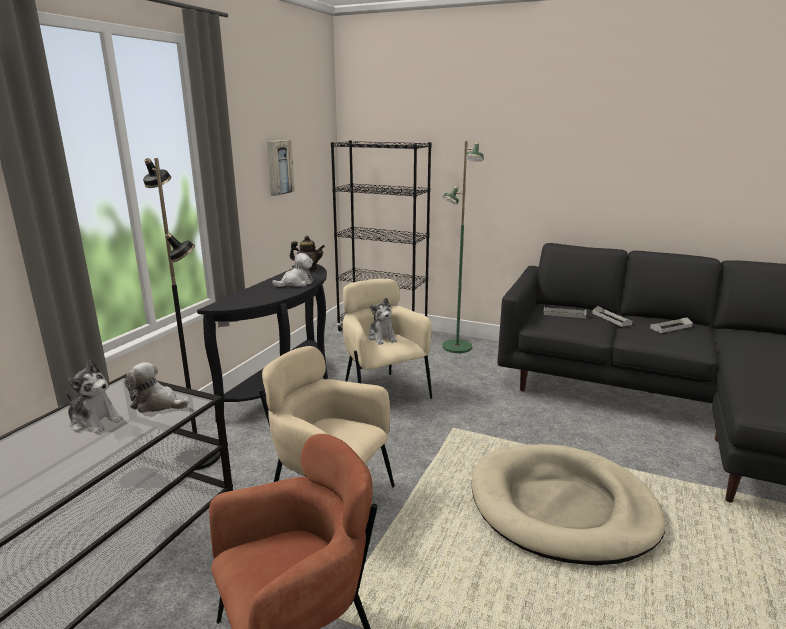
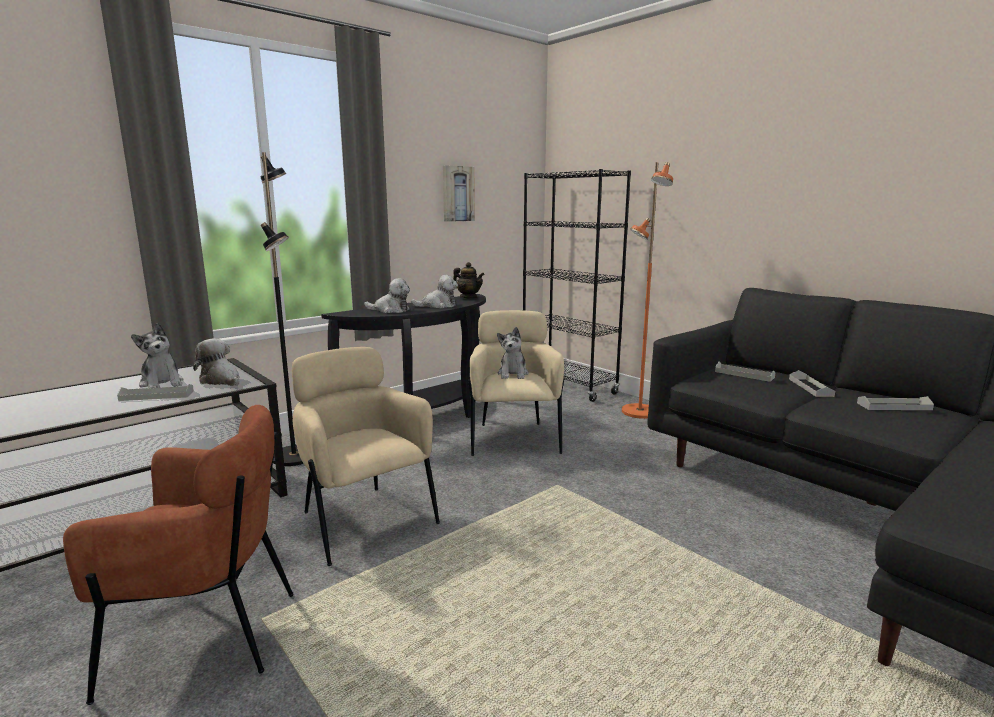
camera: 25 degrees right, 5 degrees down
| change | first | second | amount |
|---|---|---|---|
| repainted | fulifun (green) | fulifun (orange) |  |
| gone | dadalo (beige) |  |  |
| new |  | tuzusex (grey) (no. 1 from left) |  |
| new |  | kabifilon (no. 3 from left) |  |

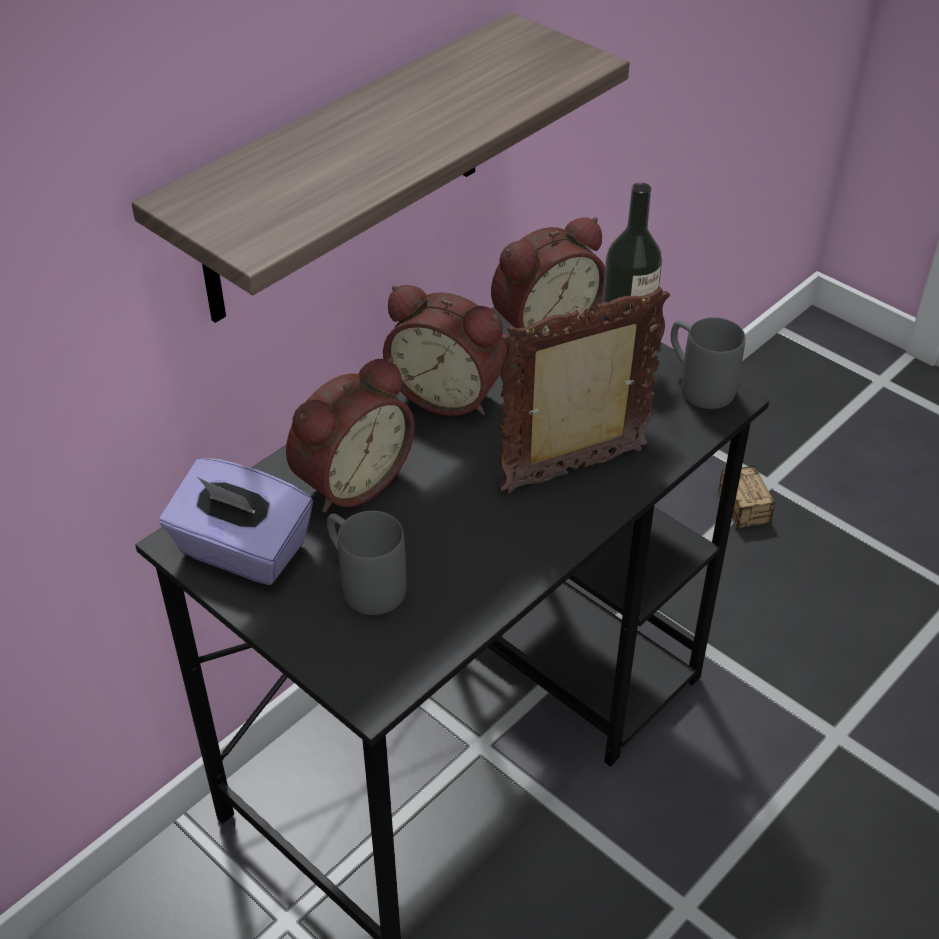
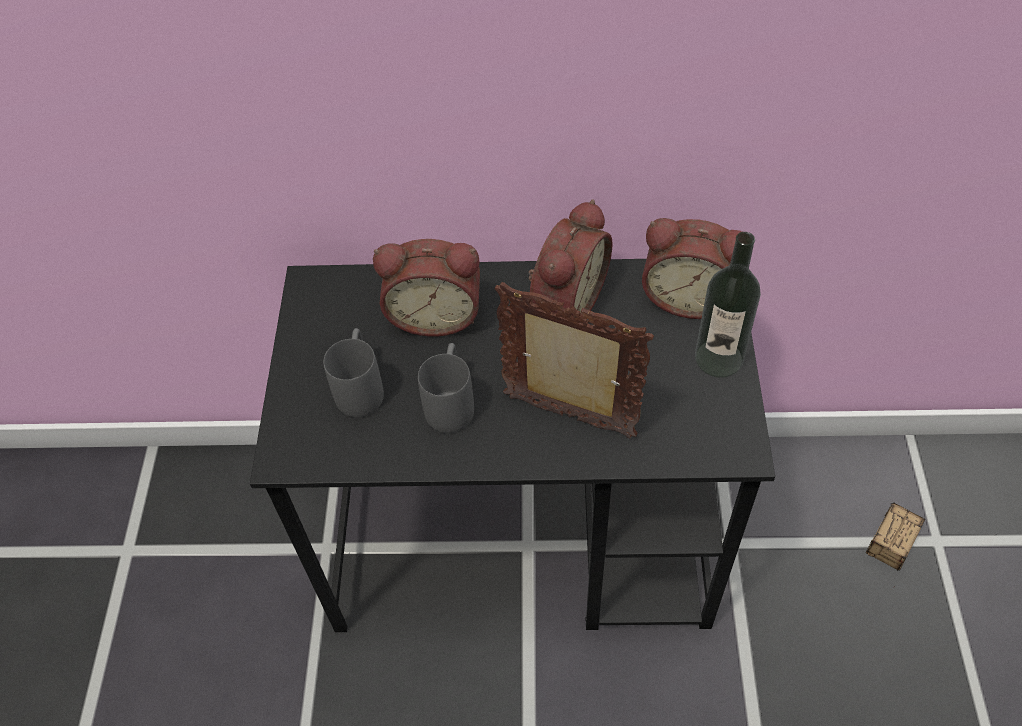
camera: 50 degrees right, 10 degrees up
| change | first | second | amount |
|---|---|---|---|
| gone | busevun |  |  |
| gone | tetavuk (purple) |  |  |
| rotated | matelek (no. 2 from left) |  | 135 degrees counterclockwise |
| shifted | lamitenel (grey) (no. 2 from left) |  |  |

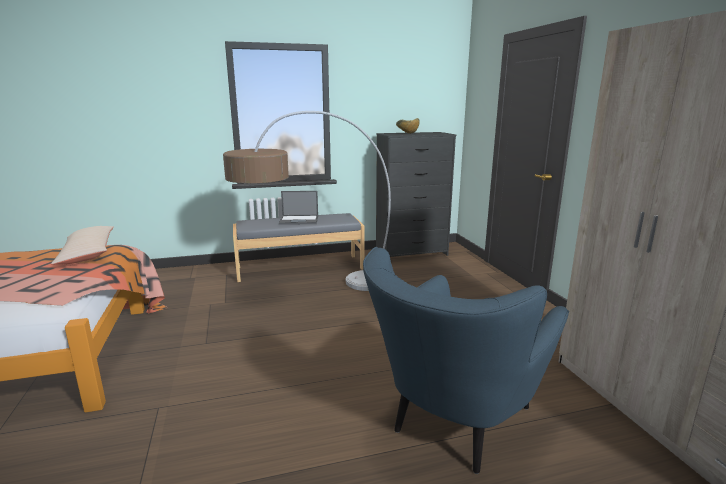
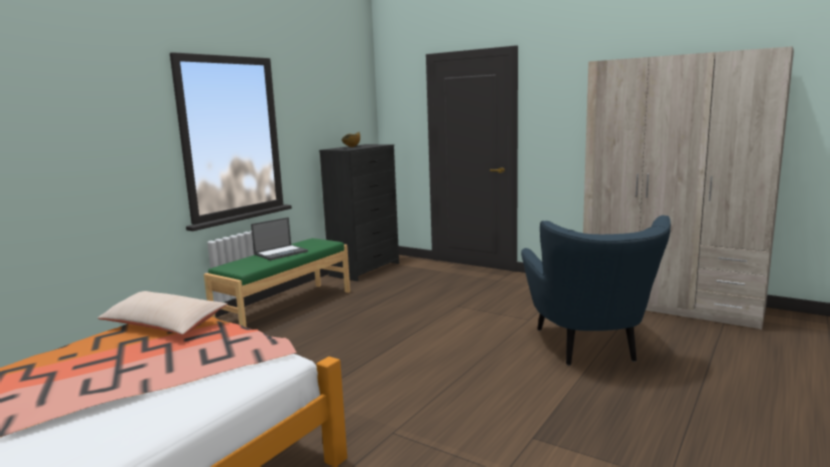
camera: 40 degrees left, 5 degrees down
| change | first | second | amount |
|---|---|---|---|
| gone | fulifun |  |  |
| repainted | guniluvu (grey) | guniluvu (green) |  |

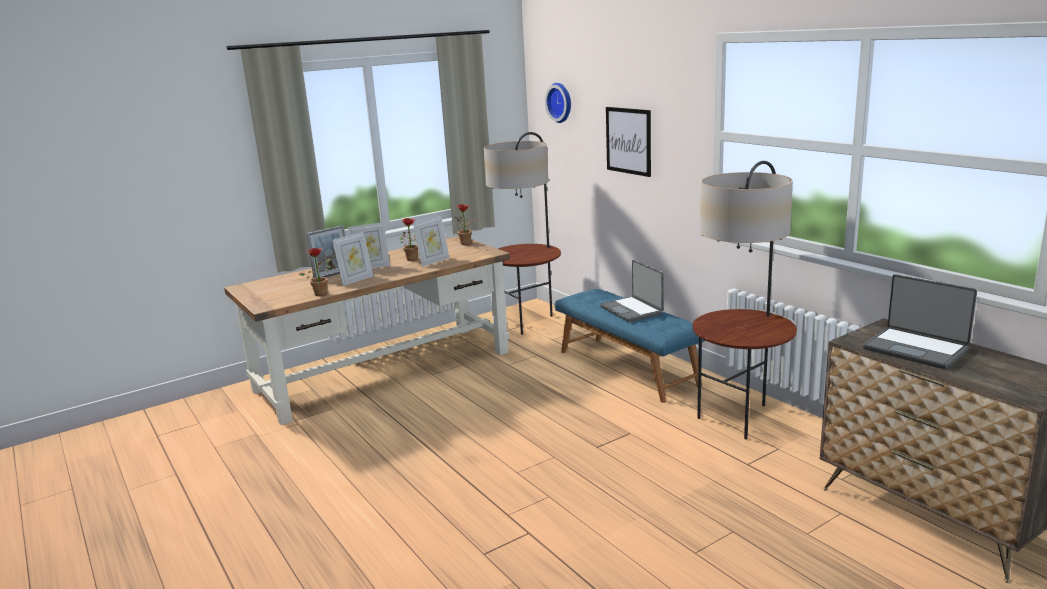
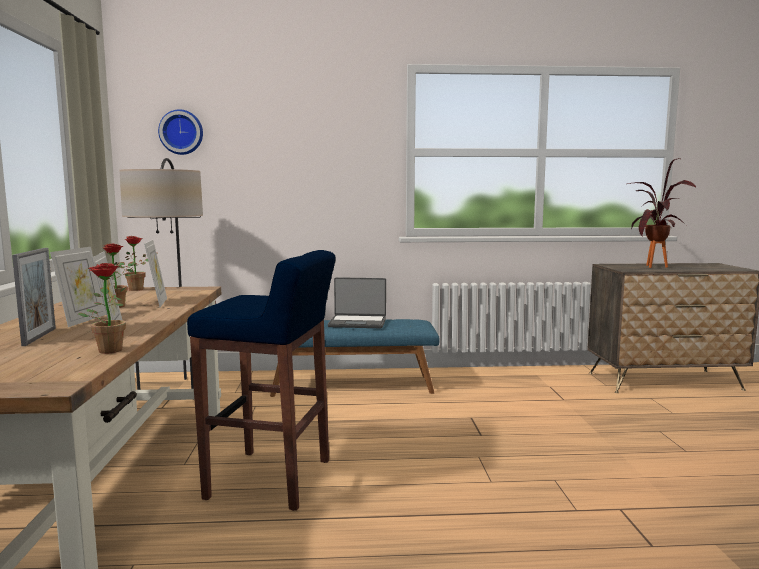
camera: 60 degrees left, 10 degrees down
| change | first | second | amount |
|---|---|---|---|
| gone | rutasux |  |  |
| gone | fulifun (no. 2 from left) |  |  |
| swapped | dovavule (no. 2 from left) | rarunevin (no. 4 from left) |  |
| new |  | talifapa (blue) |  |

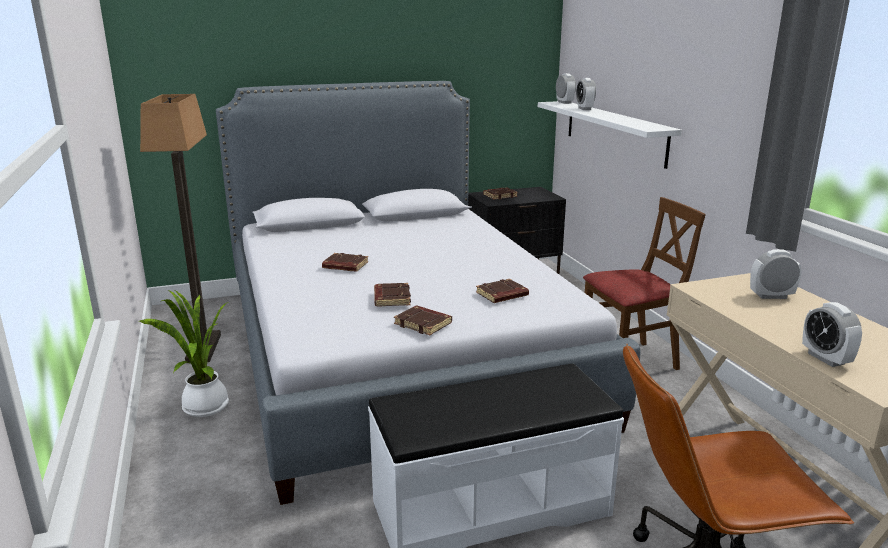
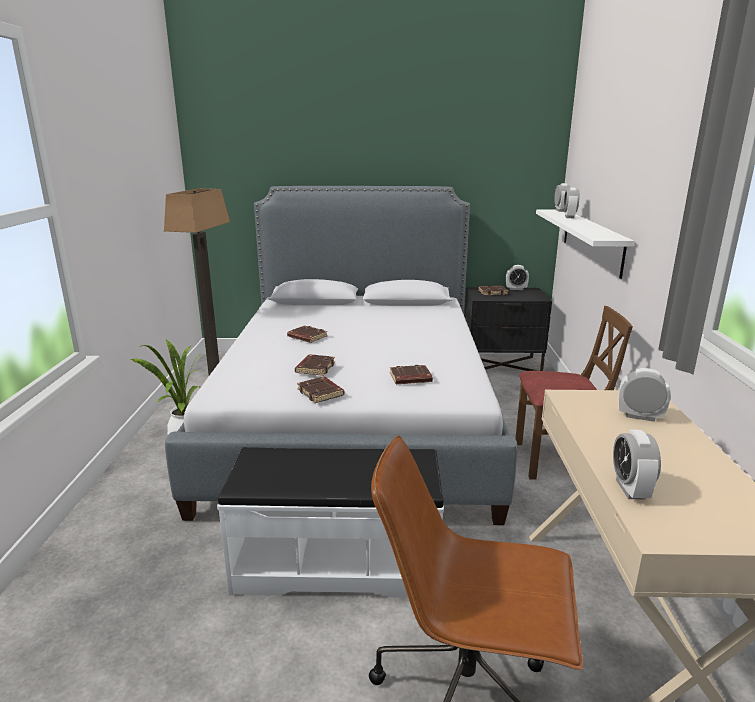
camera: 20 degrees right, 0 degrees up
| change | first | second | amount |
|---|---|---|---|
| new |  | matelek (no. 1 from left) |  |

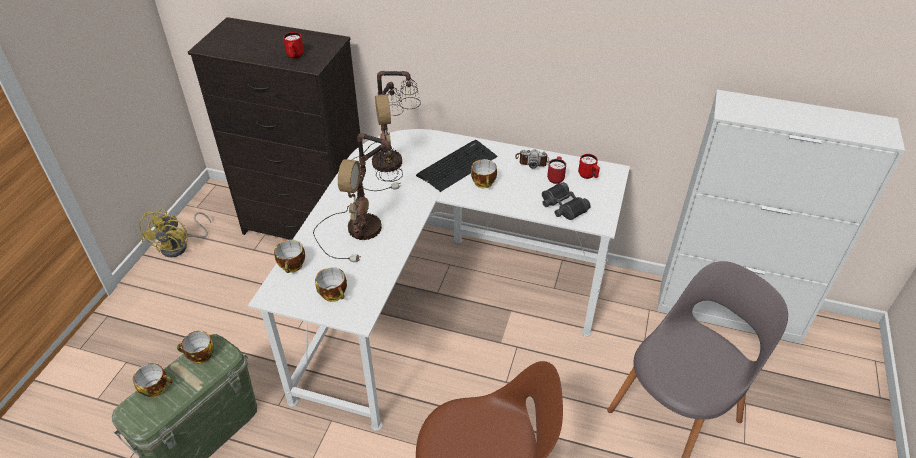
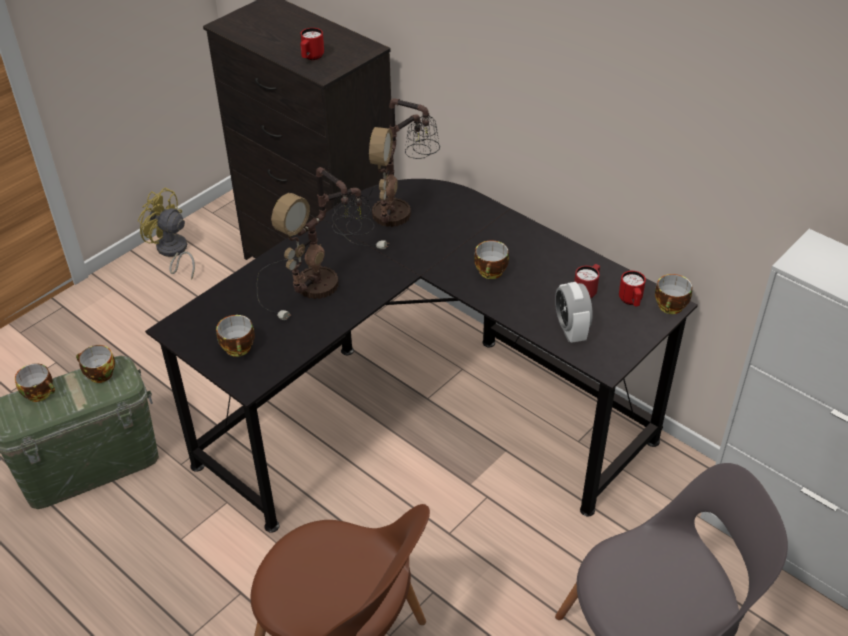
camera: 25 degrees right, 0 degrees up
| change | first | second | amount |
|---|---|---|---|
| rotated | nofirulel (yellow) |  | 90 degrees clockwise |
| repainted | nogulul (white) | nogulul (black) |  |
| shifted | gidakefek (no. 3 from left in the first image) | gidakefek (no. 5 from left) |  |
| gone | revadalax |  |  |
| gone | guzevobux |  |  |
| swapped | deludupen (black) | matelek |  |

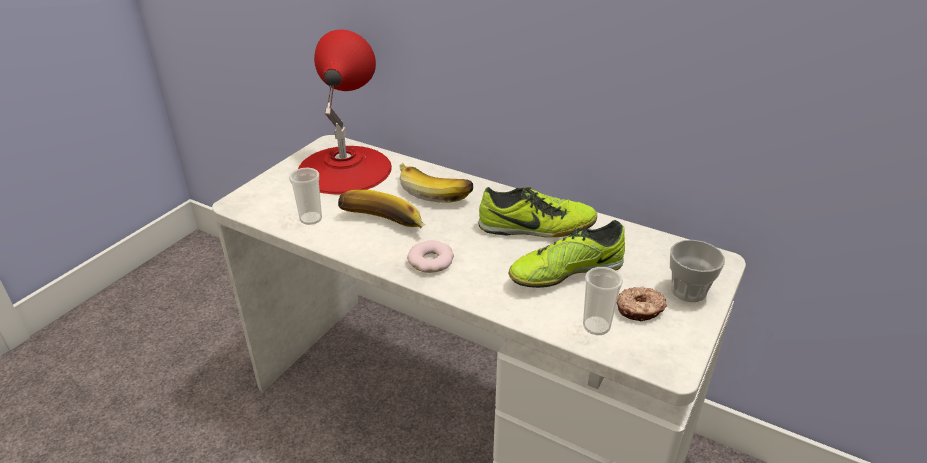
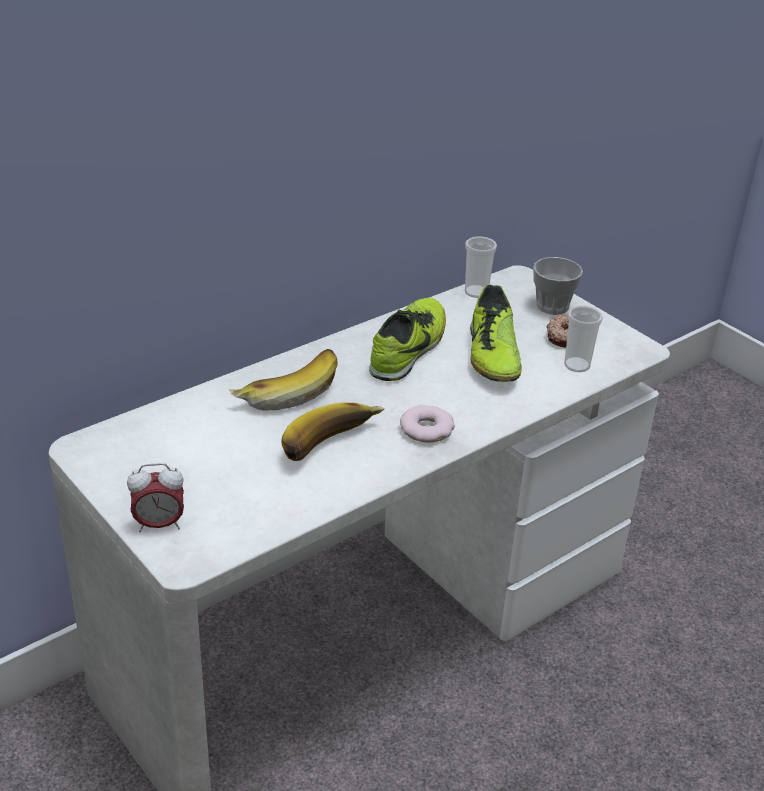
camera: 70 degrees left, 0 degrees up
| change | first | second | amount |
|---|---|---|---|
| shifted | gidakefek (no. 1 from left) |  |  |
| gone | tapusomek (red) |  |  |
| new |  | matelek |  |

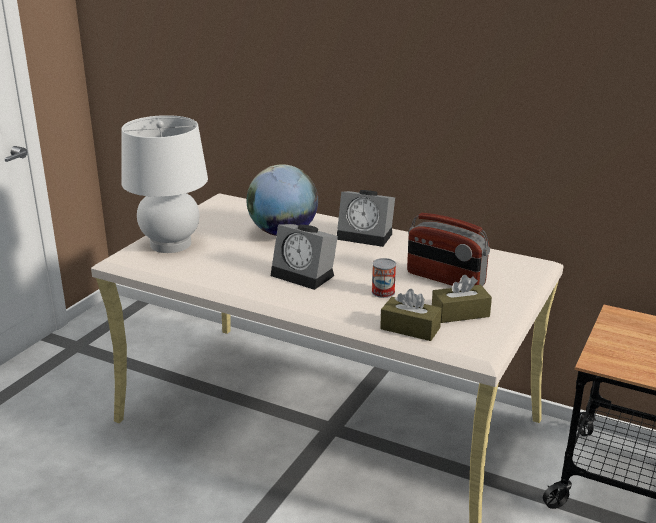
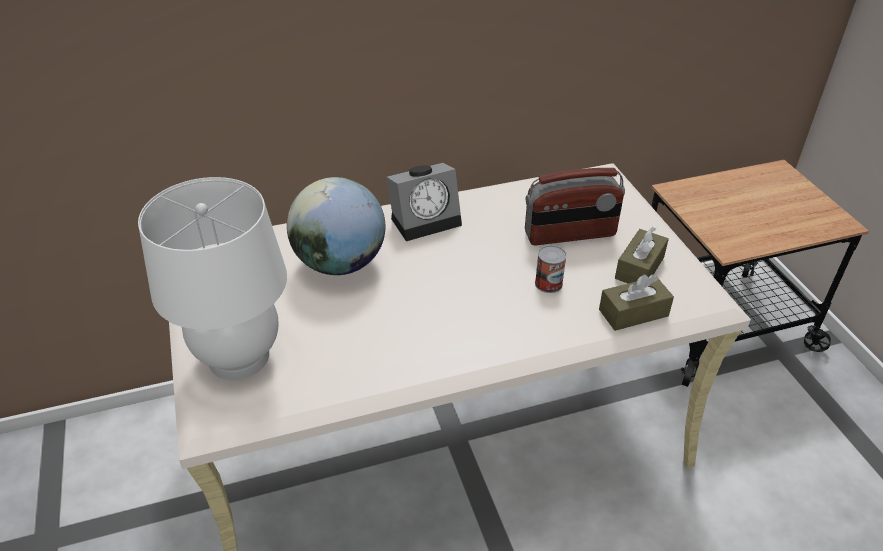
camera: 45 degrees left, 15 degrees up
| change | first | second | amount |
|---|---|---|---|
| gone | matelek (no. 1 from left) |  |  |

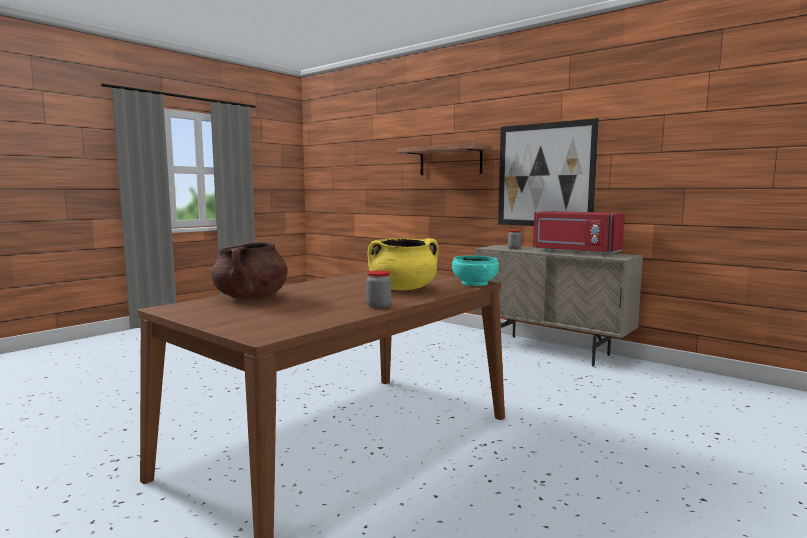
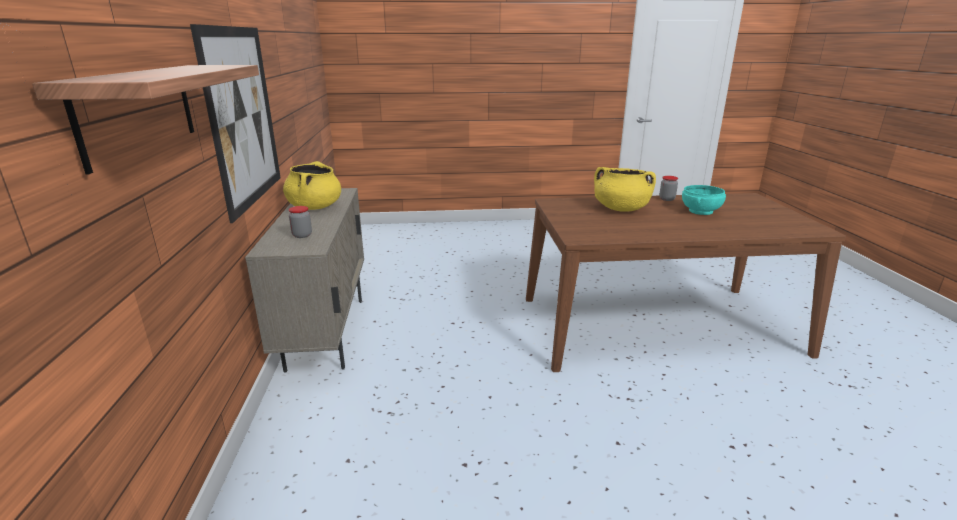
camera: 135 degrees left, 15 degrees up
| change | first | second | amount |
|---|---|---|---|
| gone | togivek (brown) |  |  |
| shifted | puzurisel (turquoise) |  |  |
| swapped | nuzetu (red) | togivek (yellow) (no. 1 from left) |  |

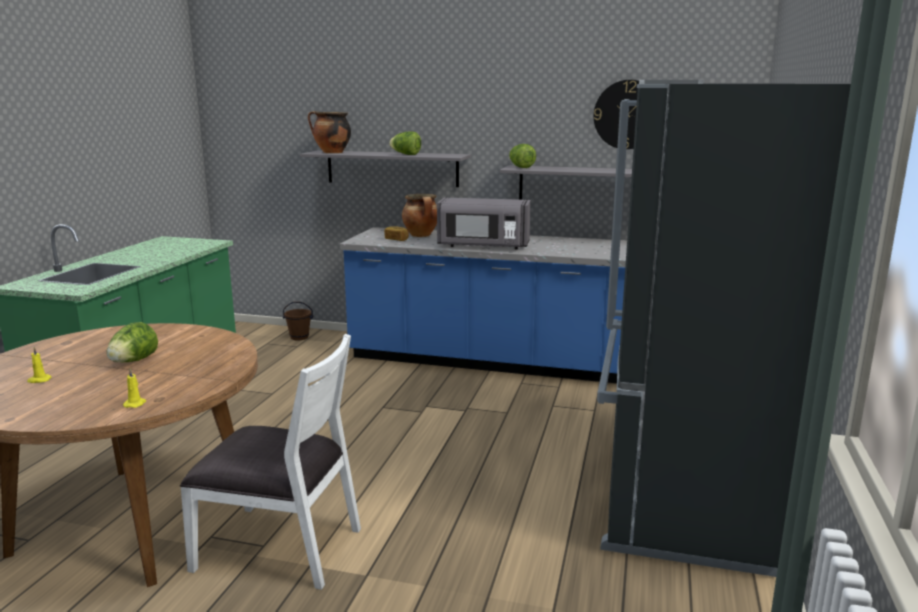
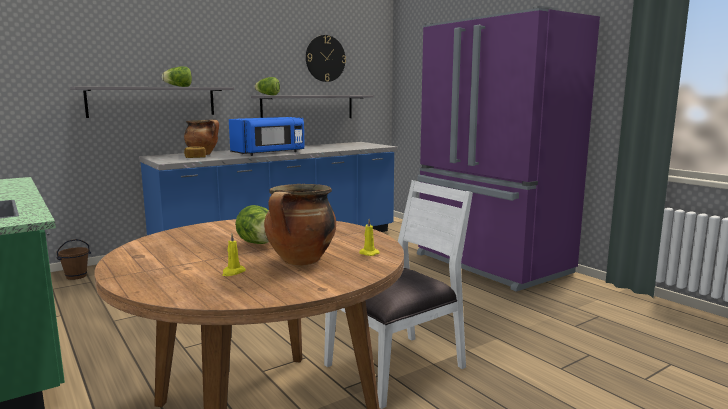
camera: 50 degrees left, 5 degrees down
| change | first | second | amount |
|---|---|---|---|
| shifted | togivek (no. 1 from left in the first image) | togivek (no. 2 from left) |  |
| repainted | nuzetu (grey) | nuzetu (blue) |  |
| repainted | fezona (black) | fezona (purple) |  |

